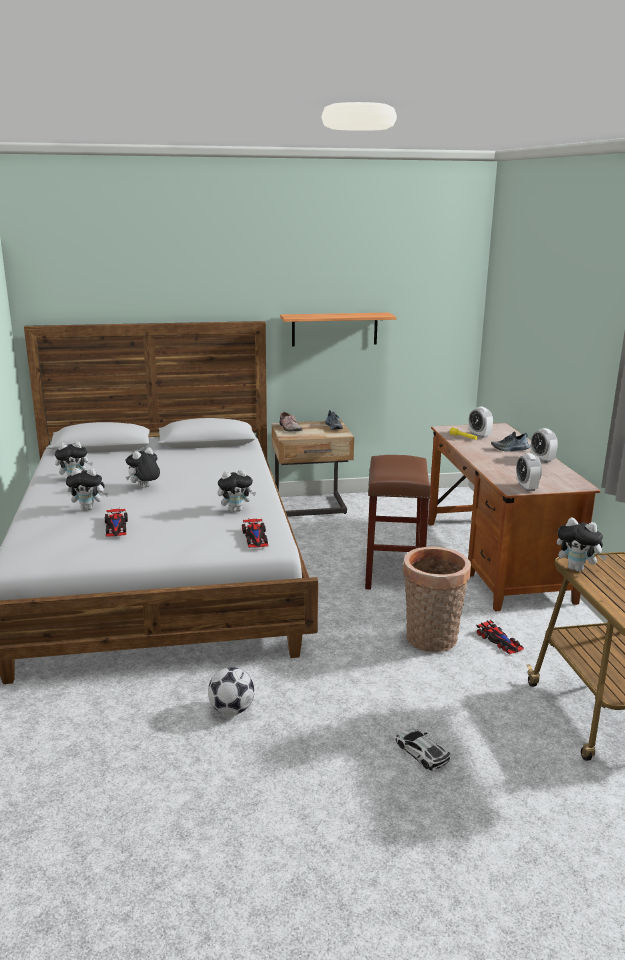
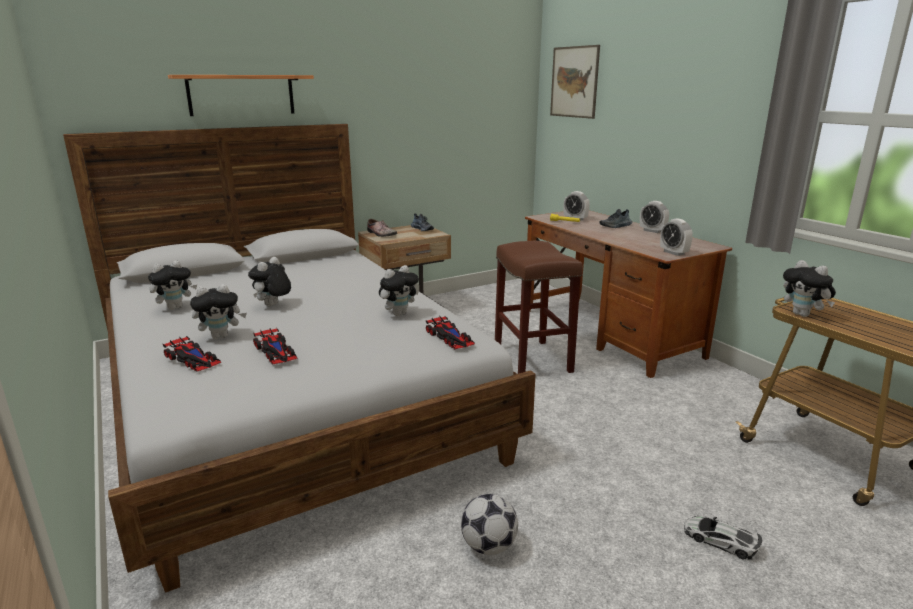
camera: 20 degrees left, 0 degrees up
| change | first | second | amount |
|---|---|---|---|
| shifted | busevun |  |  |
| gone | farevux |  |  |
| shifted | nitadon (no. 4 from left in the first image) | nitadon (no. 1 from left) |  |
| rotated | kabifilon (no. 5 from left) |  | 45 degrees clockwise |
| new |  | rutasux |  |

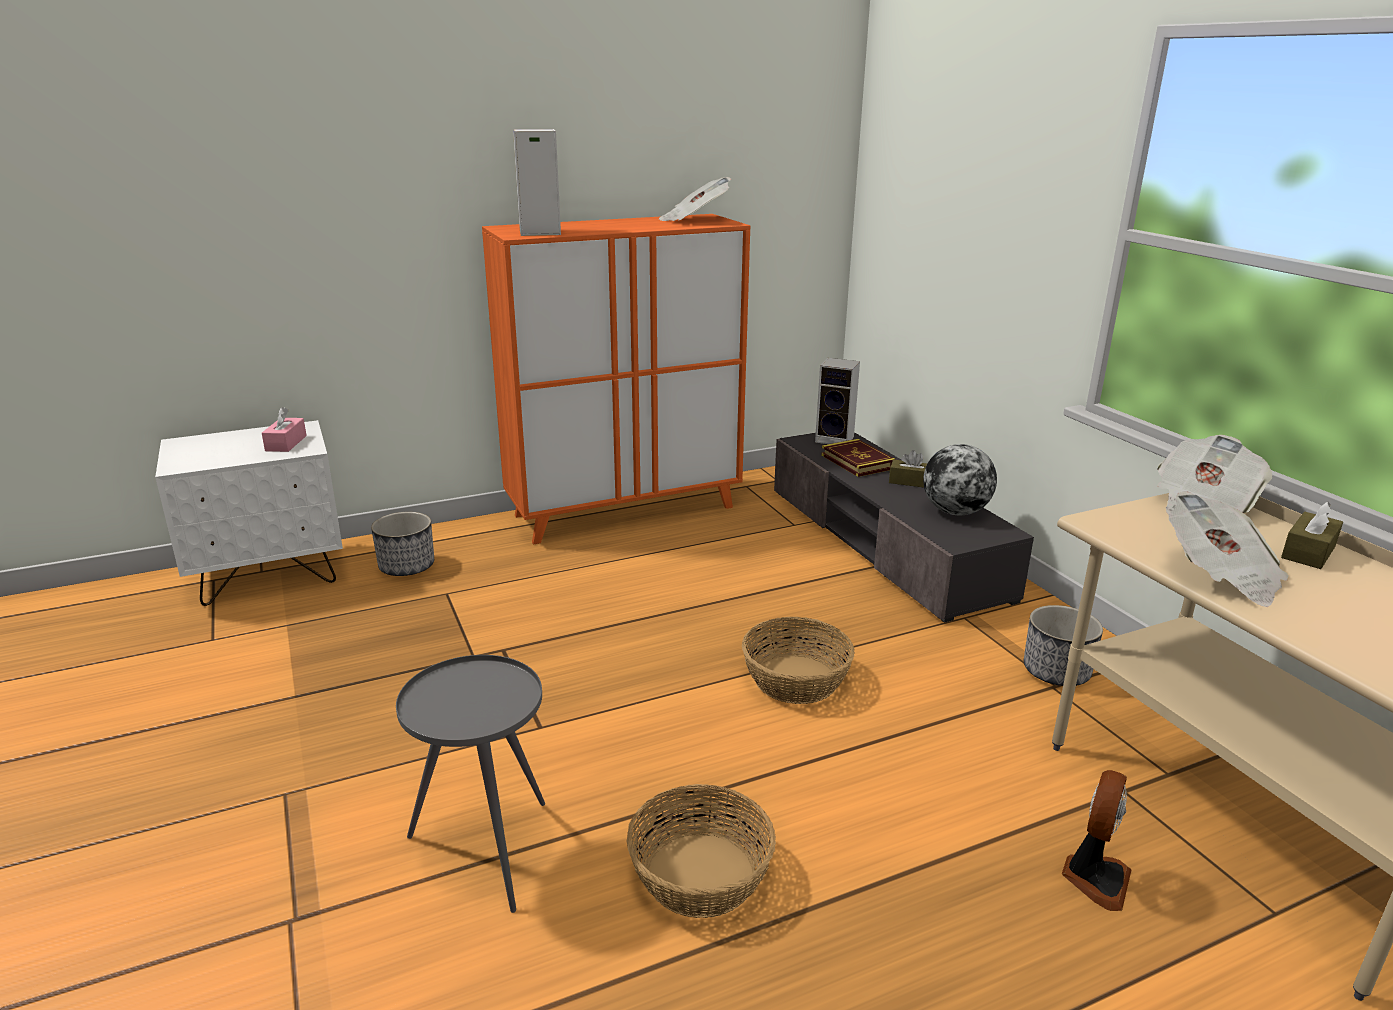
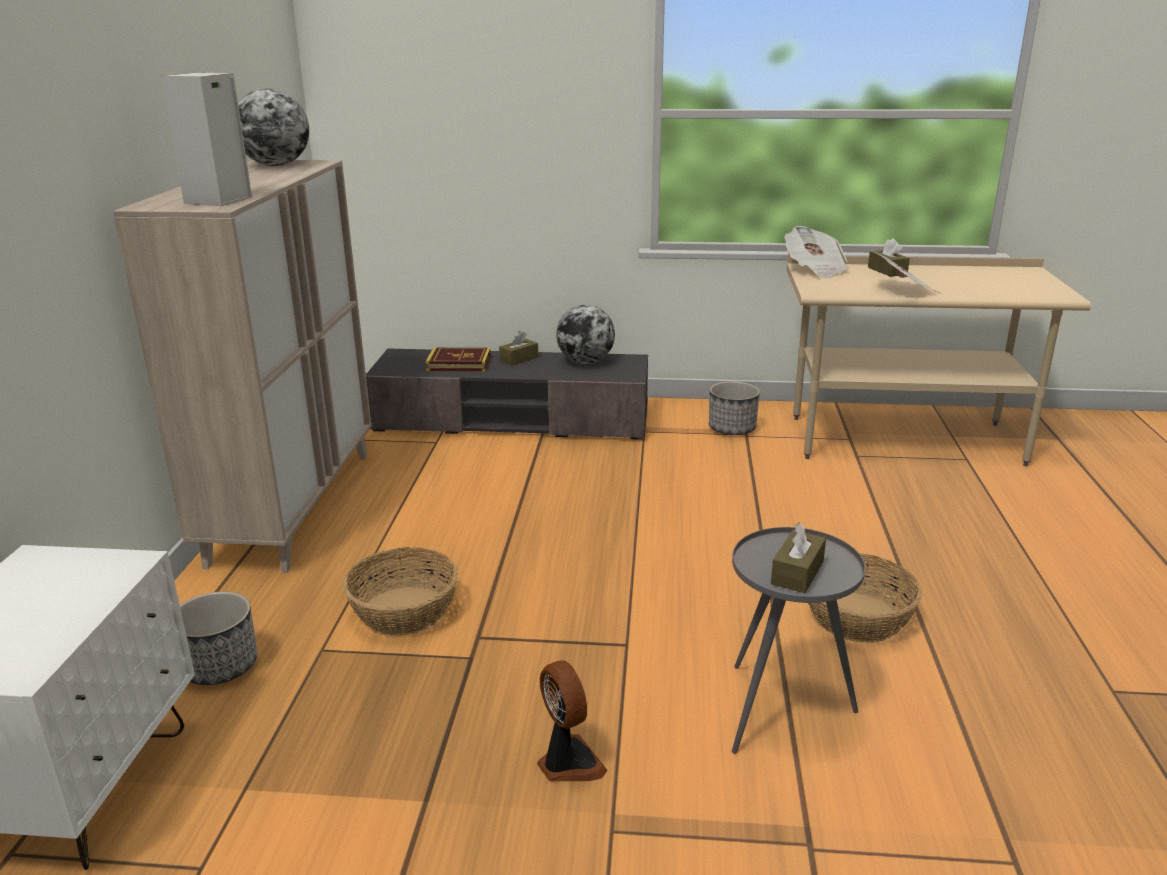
camera: 60 degrees left, 0 degrees up
| change | first | second | amount |
|---|---|---|---|
| gone | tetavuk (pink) |  |  |
| repainted | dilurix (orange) | dilurix (beige) |  |
| swapped | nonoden (no. 1 from left) | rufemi (no. 1 from left) |  |
| shifted | farevux (no. 2 from left in the first image) | farevux (no. 1 from left) |  |
| gone | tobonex (no. 2 from left) |  |  |
| shifted | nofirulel |  |  |
| new |  | tetavuk (brown) (no. 2 from left) |  |

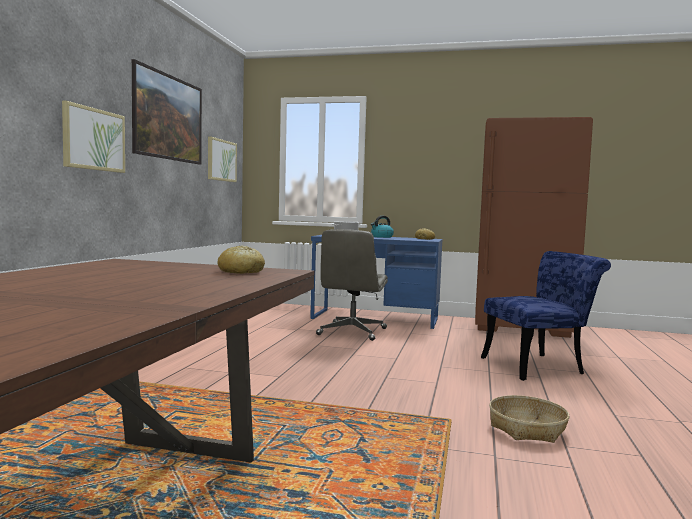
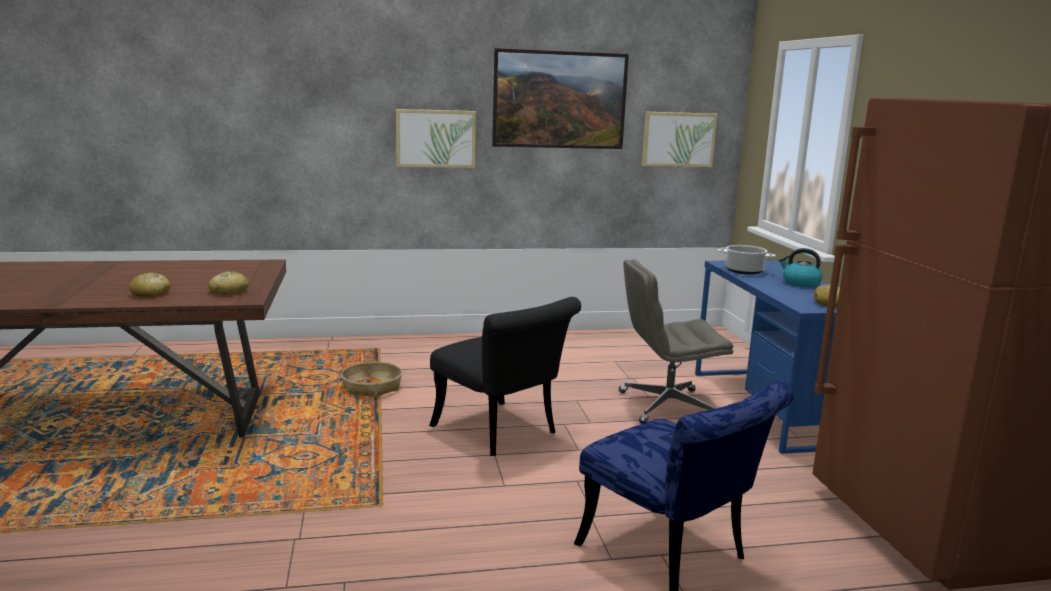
camera: 65 degrees right, 10 degrees up
| change | first | second | amount |
|---|---|---|---|
| shifted | farevux |  |  |
| new |  | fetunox (no. 1 from left) |  |
| new |  | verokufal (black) |  |

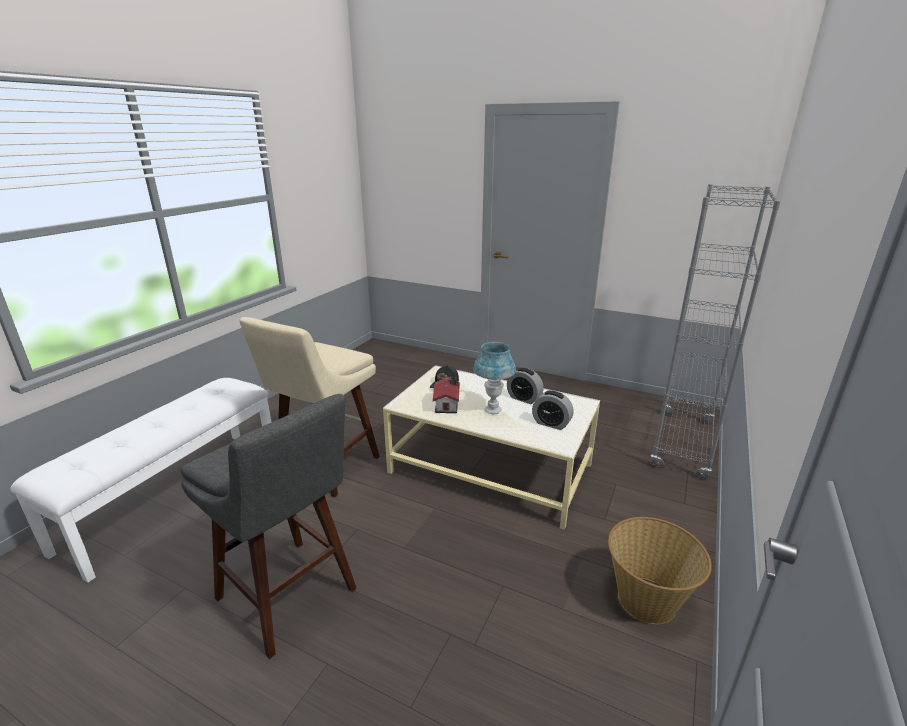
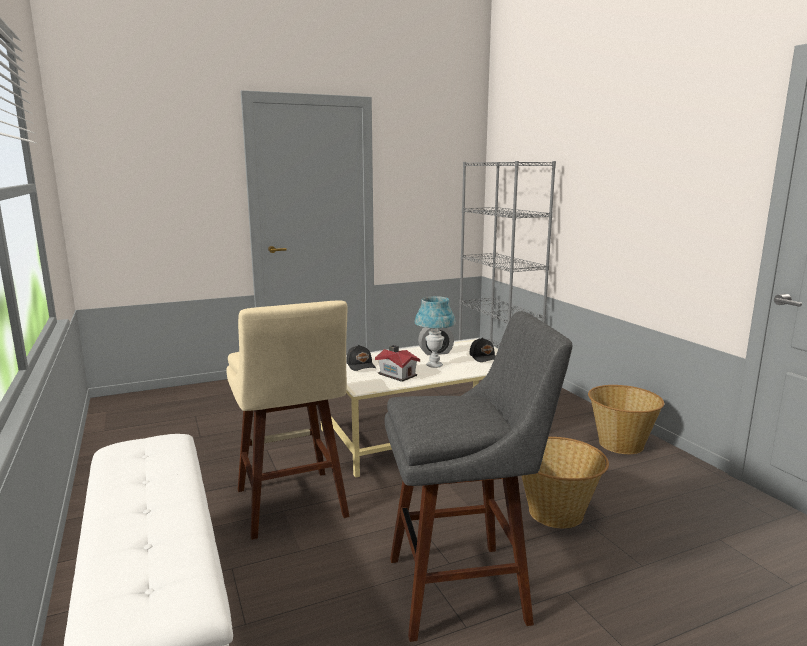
camera: 50 degrees left, 10 degrees down
| change | first | second | amount |
|---|---|---|---|
| swapped | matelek (no. 2 from left) | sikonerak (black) (no. 2 from left) |  |
| new |  | farevux (no. 1 from left) |  |

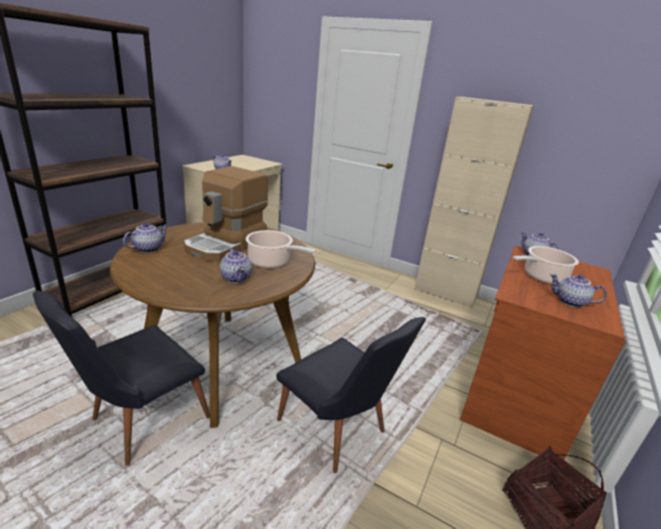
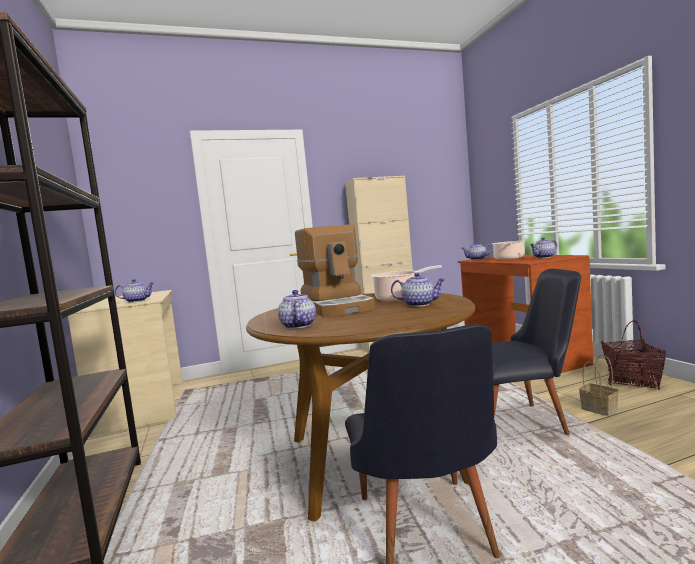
camera: 45 degrees left, 20 degrees down
| change | first | second | amount |
|---|---|---|---|
| new |  | farevux (no. 1 from left) |  |

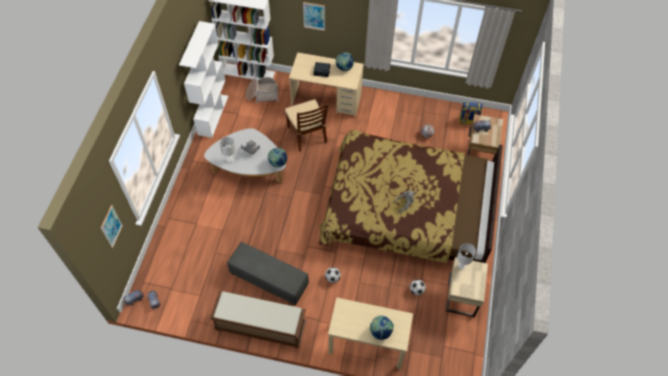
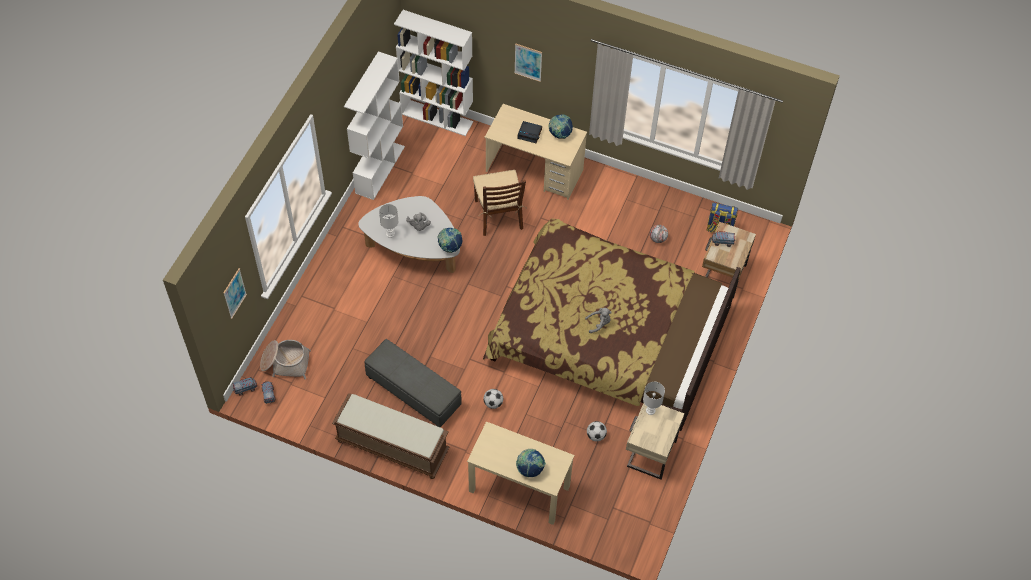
camera: 10 degrees right, 0 degrees up
| change | first | second | amount |
|---|---|---|---|
| shifted | farevux |  |  |

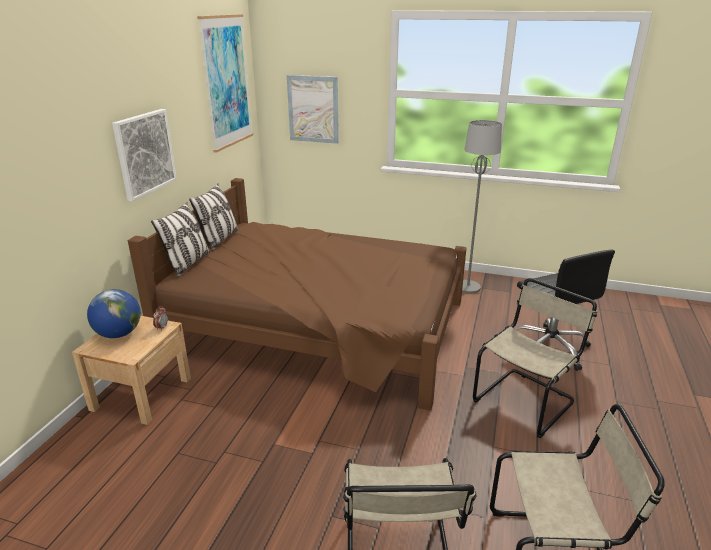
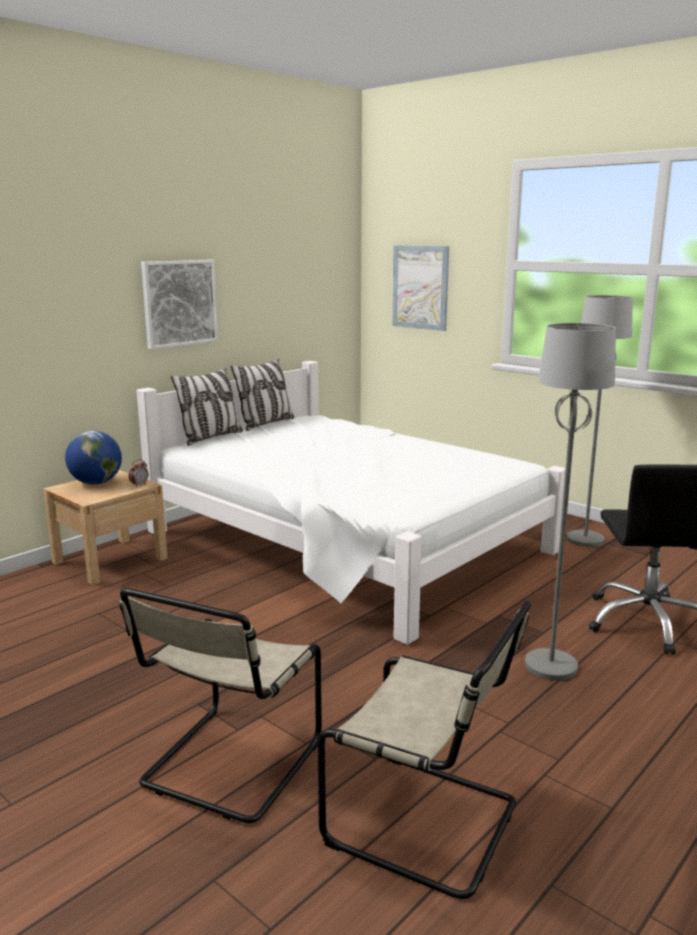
camera: 25 degrees right, 10 degrees down
| change | first | second | amount |
|---|---|---|---|
| repainted | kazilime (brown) | kazilime (white) |  |
| gone | rutasux (no. 2 from left) |  |  |
| swapped | verokufal (beige) (no. 2 from left) | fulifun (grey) (no. 1 from left) |  |

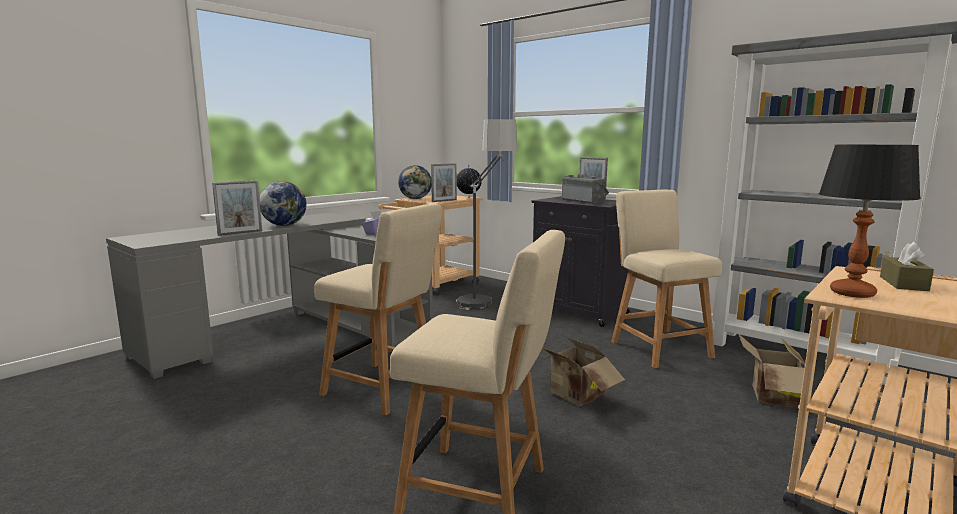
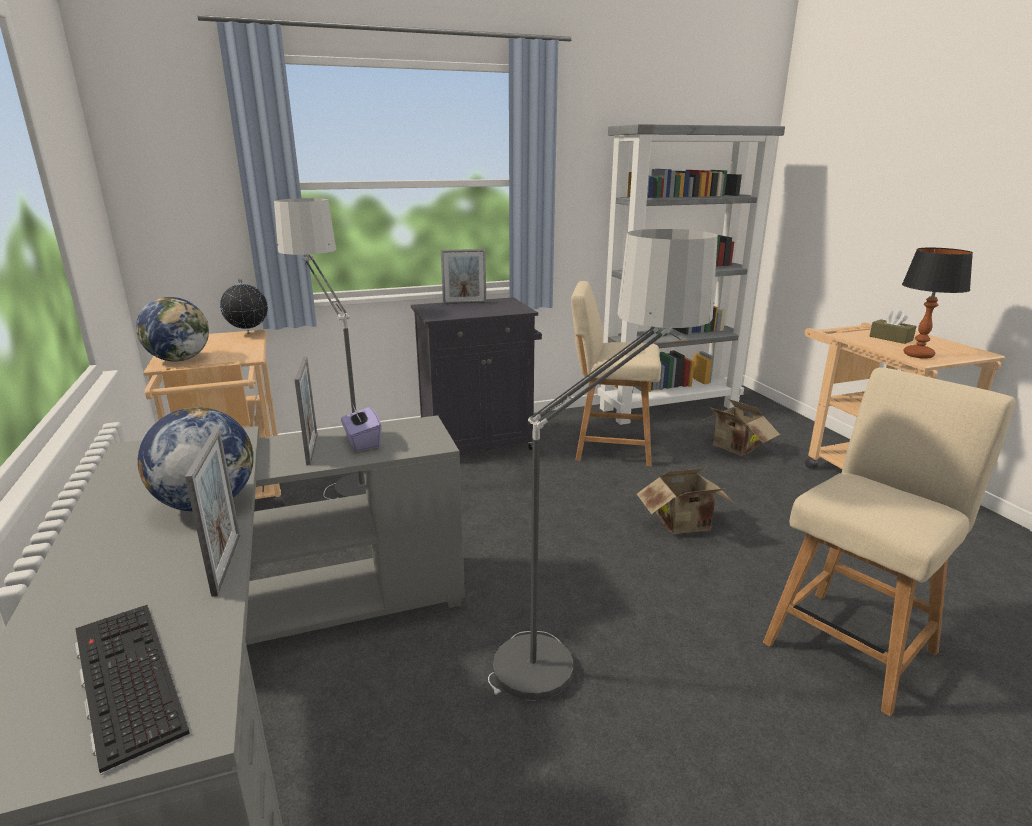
camera: 60 degrees left, 10 degrees up
| change | first | second | amount |
|---|---|---|---|
| swapped | verokufal (beige) (no. 1 from left) | fulifun (no. 2 from left) |  |
| shifted | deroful (no. 2 from left) |  |  |
| gone | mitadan |  |  |
| new |  | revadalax |  |

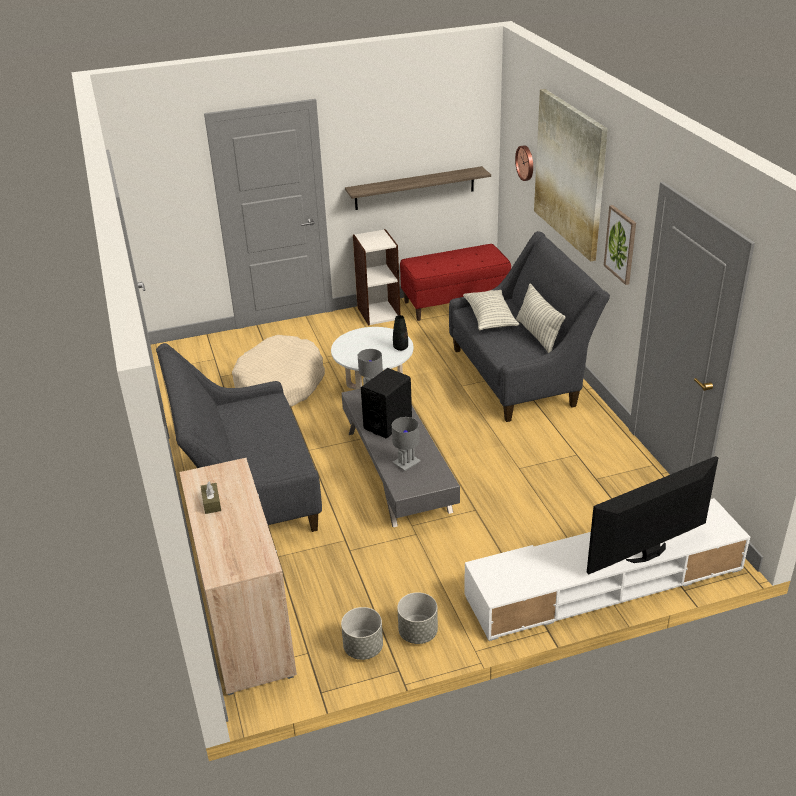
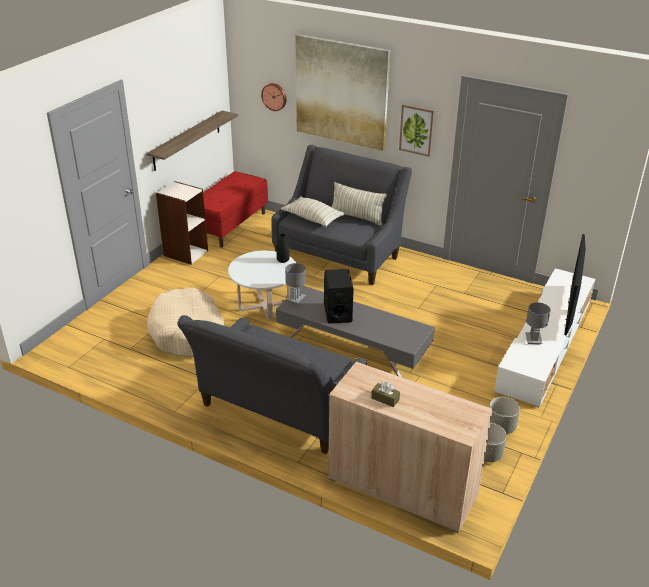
camera: 45 degrees left, 0 degrees up
| change | first | second | amount |
|---|---|---|---|
| shifted | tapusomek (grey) (no. 2 from left) |  |  |

